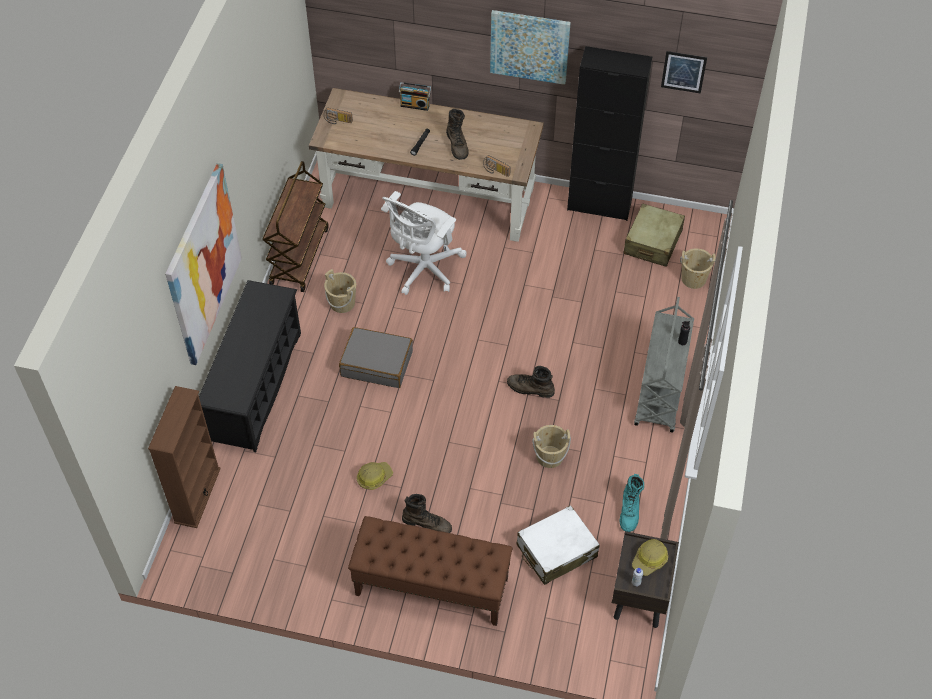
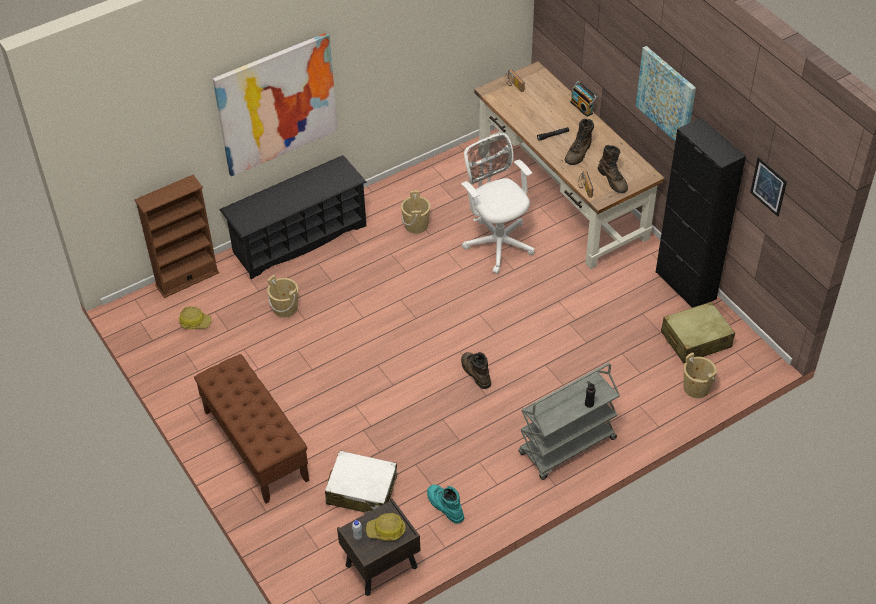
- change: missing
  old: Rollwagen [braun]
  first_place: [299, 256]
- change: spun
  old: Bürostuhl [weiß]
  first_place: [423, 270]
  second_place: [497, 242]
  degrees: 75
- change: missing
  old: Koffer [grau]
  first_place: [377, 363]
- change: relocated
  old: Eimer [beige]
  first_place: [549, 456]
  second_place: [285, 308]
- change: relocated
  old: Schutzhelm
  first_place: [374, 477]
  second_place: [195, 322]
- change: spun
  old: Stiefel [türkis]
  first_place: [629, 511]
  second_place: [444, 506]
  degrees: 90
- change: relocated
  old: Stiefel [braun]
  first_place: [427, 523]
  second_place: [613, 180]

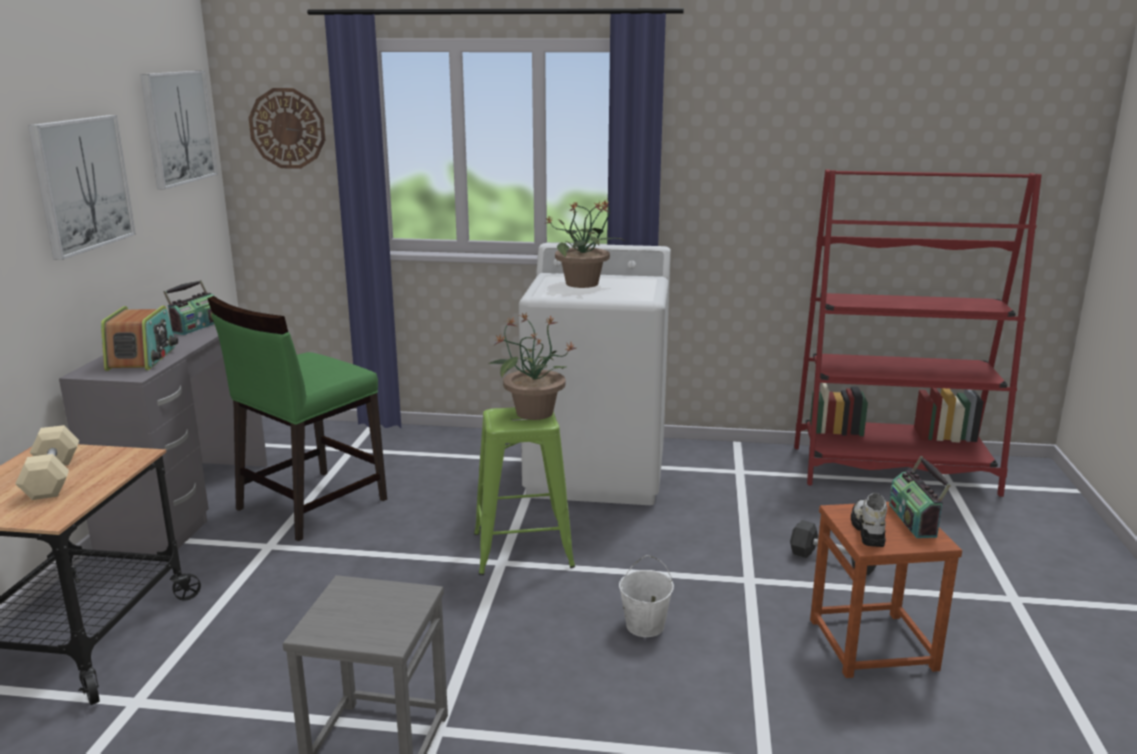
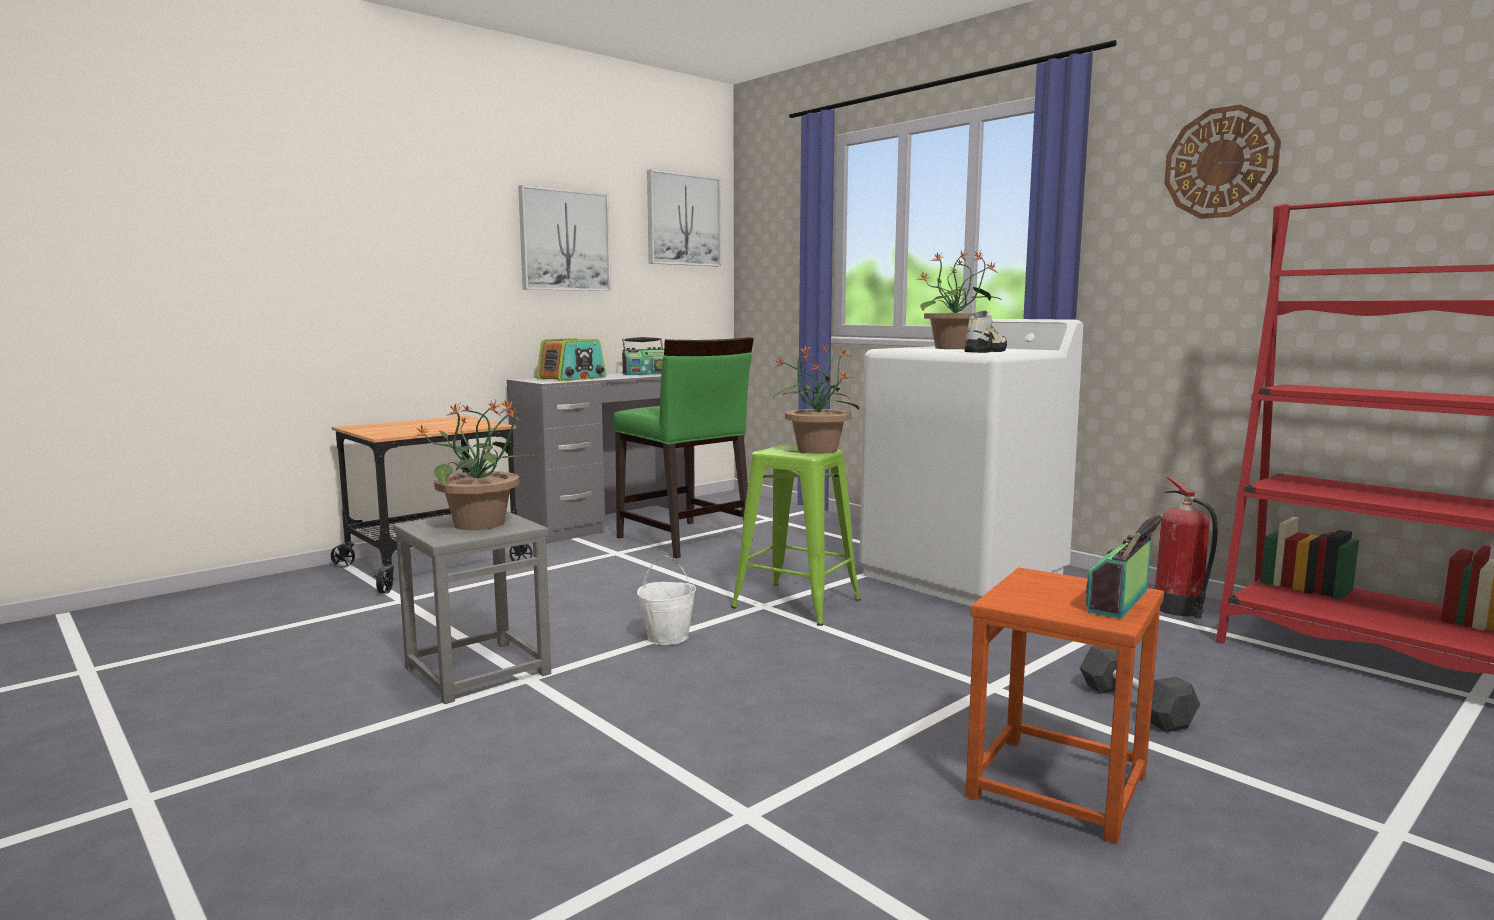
- change: relocated
  old: Wanduhr
  first_place: [287, 128]
  second_place: [1220, 163]
- change: spun
  old: Stuhl [grün]
  first_place: [310, 504]
  second_place: [684, 539]
  degrees: -120
- change: missing
  old: Hantel [beige]
  first_place: [52, 478]
- change: relocated
  old: Schuh
  first_place: [867, 530]
  second_place: [985, 351]
- change: relocated
  old: Eimer [weiß]
  first_place: [644, 625]
  second_place: [668, 637]
- change: appeared
  new: Topfpflanze
  second_place: [481, 524]
- change: appeared
  new: Feuerlöscher
  second_place: [1180, 609]

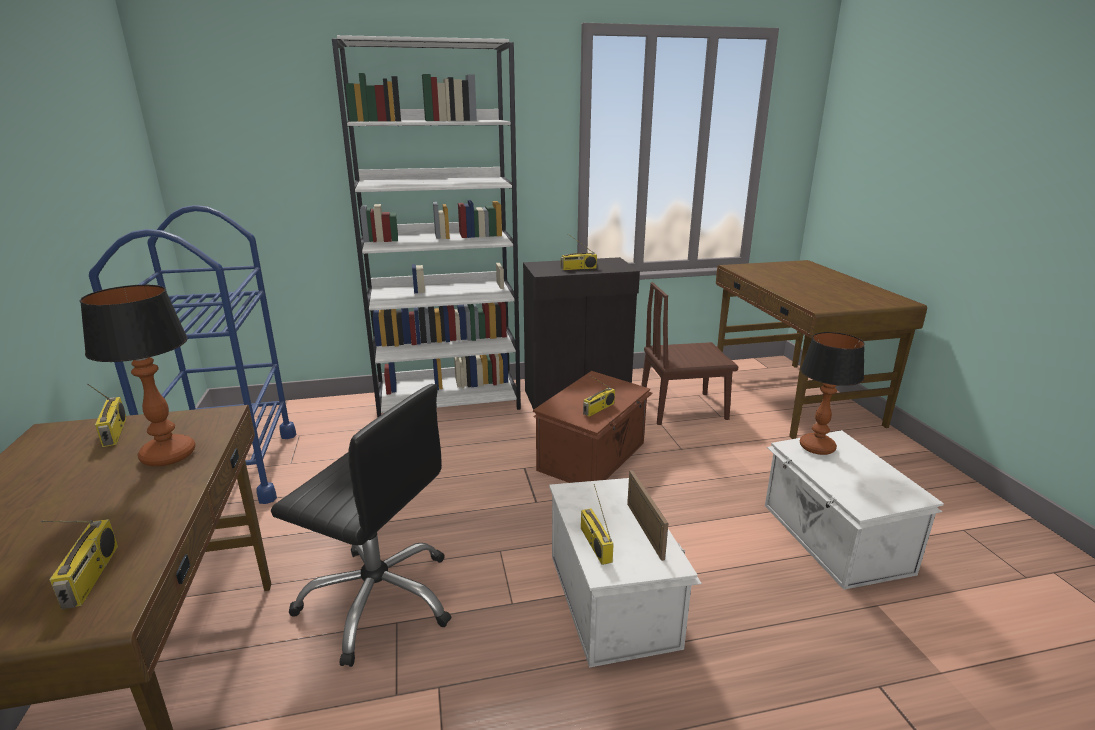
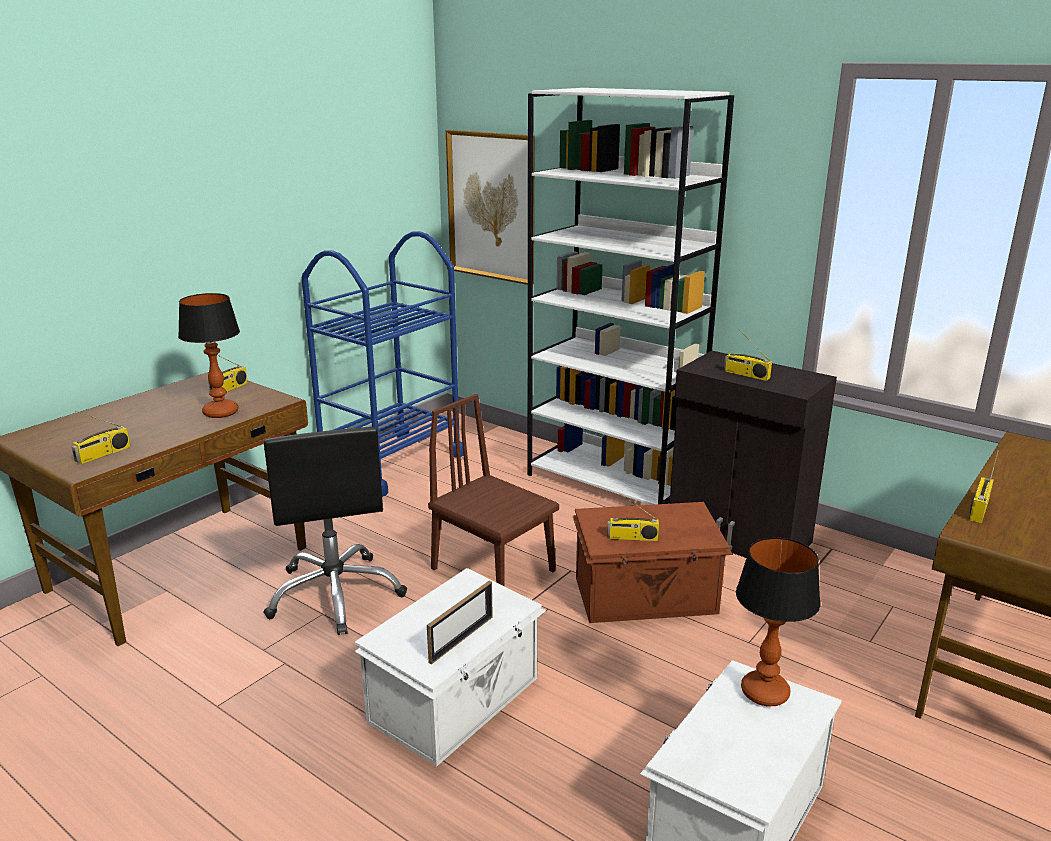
- change: relocated
  old: Stuhl [braun]
  first_place: [683, 408]
  second_place: [493, 570]
- change: relocated
  old: Radio
  first_place: [594, 544]
  second_place: [978, 509]
- change: appeared
  new: Bild
  second_place: [491, 206]

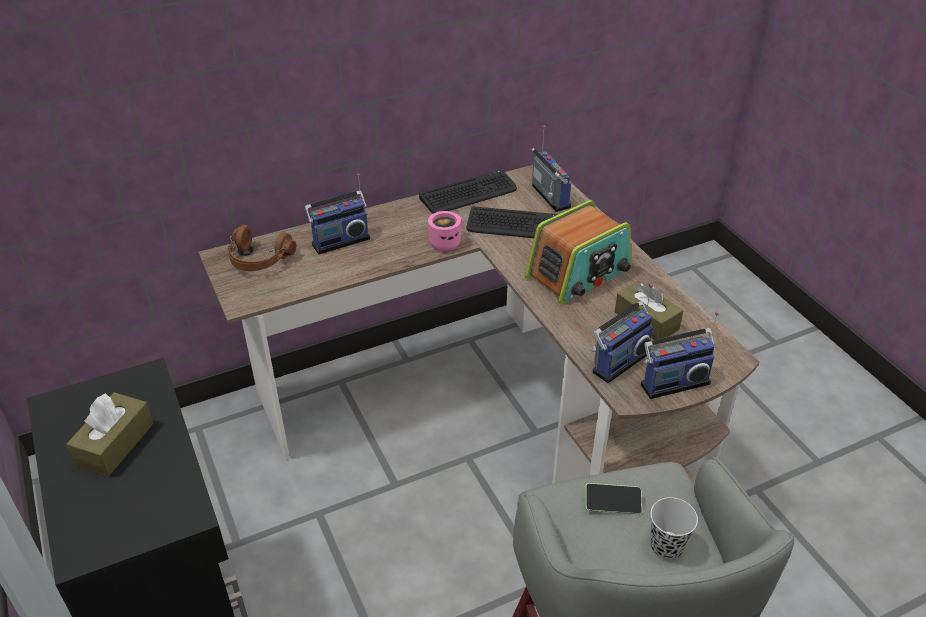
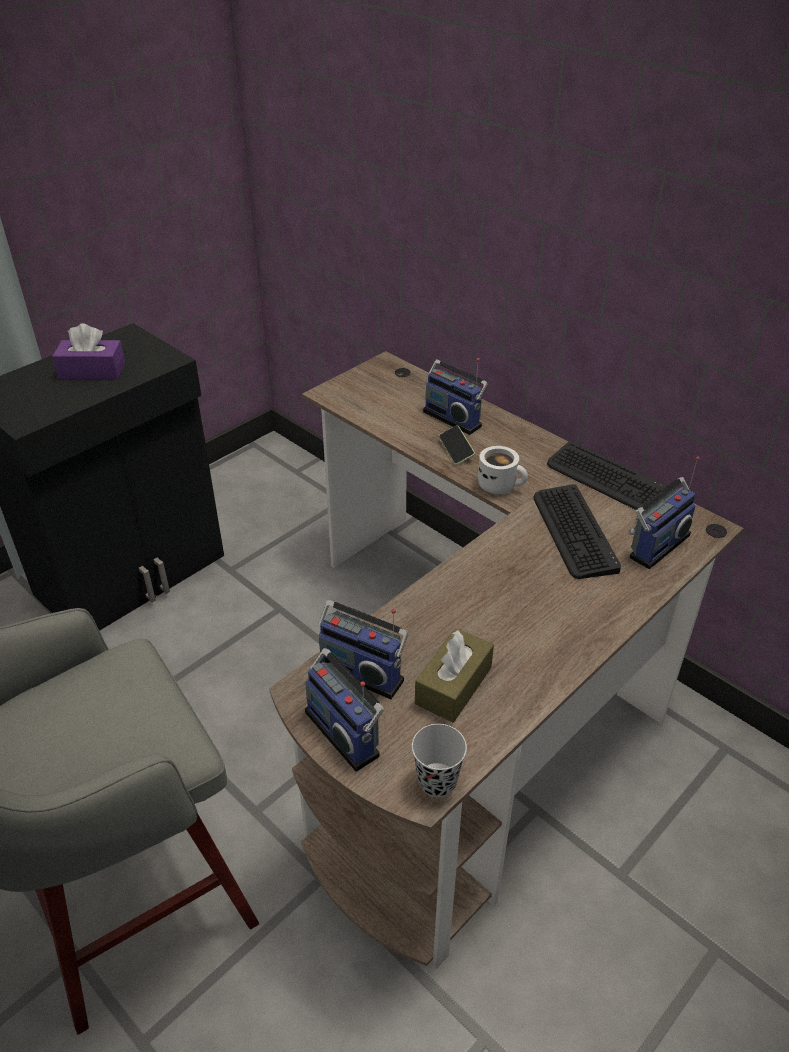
- change: missing
  old: Radio
  first_place: [579, 273]
- change: colour
  old: Henkelbecher [rosa]
  new: Henkelbecher [weiß]
  first_place: [446, 242]
  second_place: [500, 485]
- change: missing
  old: Kopfhörer [braun]
  first_place: [258, 260]
- change: colour
  old: Taschentuchbox [braun]
  new: Taschentuchbox [lila]
  first_place: [115, 444]
  second_place: [92, 371]
- change: relocated
  old: Handy
  first_place: [612, 504]
  second_place: [456, 450]
- change: relocated
  old: Tasse [schwarz]
  first_place: [666, 546]
  second_place: [437, 781]

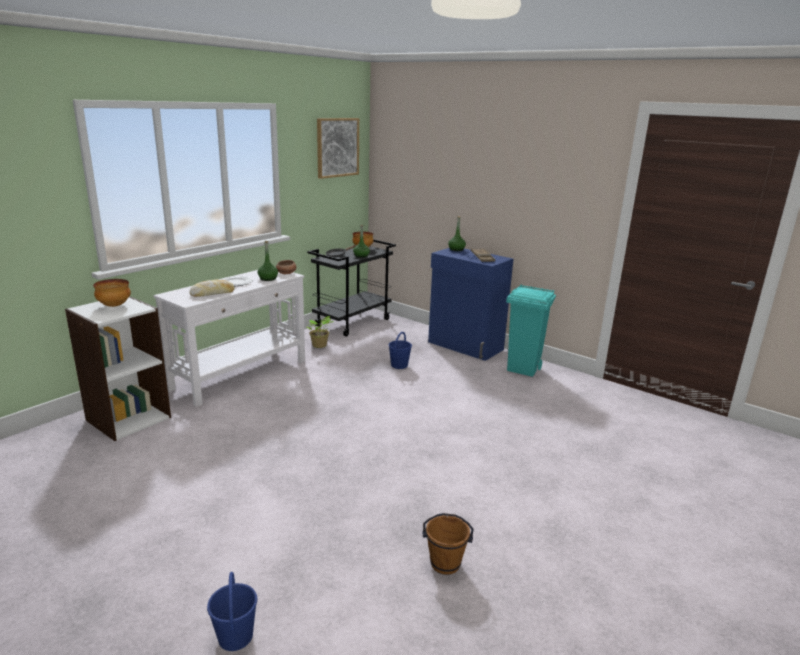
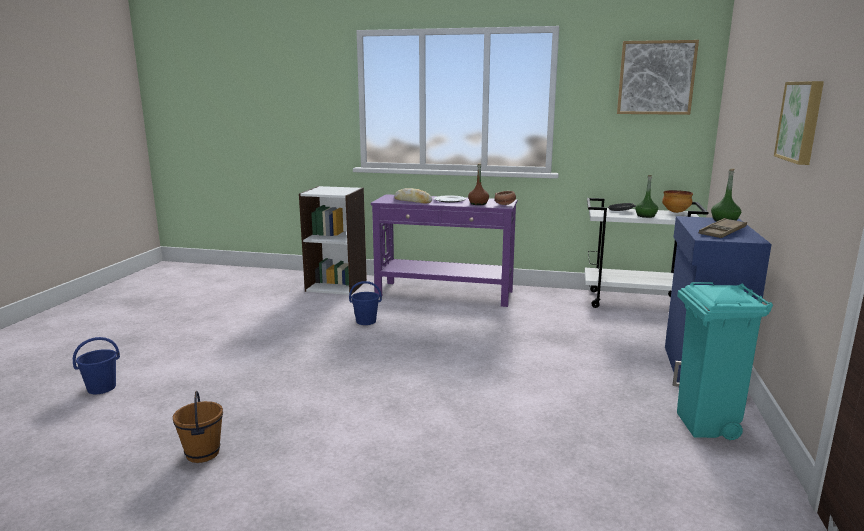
- change: colour
  old: Rollwagen [schwarz]
  new: Rollwagen [weiß]
  first_place: [353, 322]
  second_place: [635, 302]
- change: colour
  old: Flasche [grün]
  new: Flasche [braun]
  first_place: [268, 279]
  second_place: [478, 204]
- change: colour
  old: Konsolentisch [weiß]
  new: Konsolentisch [lila]
  first_place: [241, 375]
  second_place: [445, 294]
- change: missing
  old: Schüssel
  first_place: [114, 306]
- change: missing
  old: Topfpflanze
  first_place: [319, 346]
- change: relocated
  old: Eimer [blau]
  first_place: [399, 365]
  second_place: [366, 321]
- change: appeared
  new: Bild
  second_place: [802, 121]

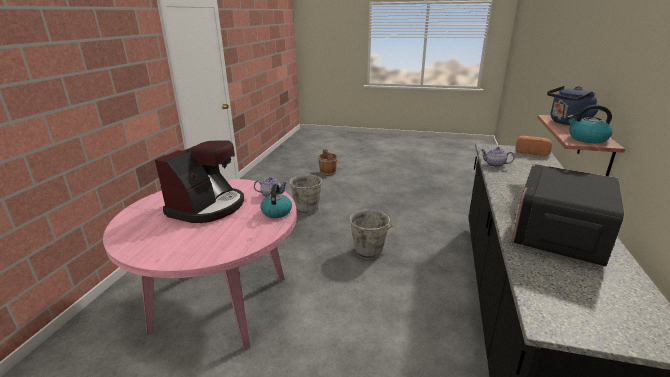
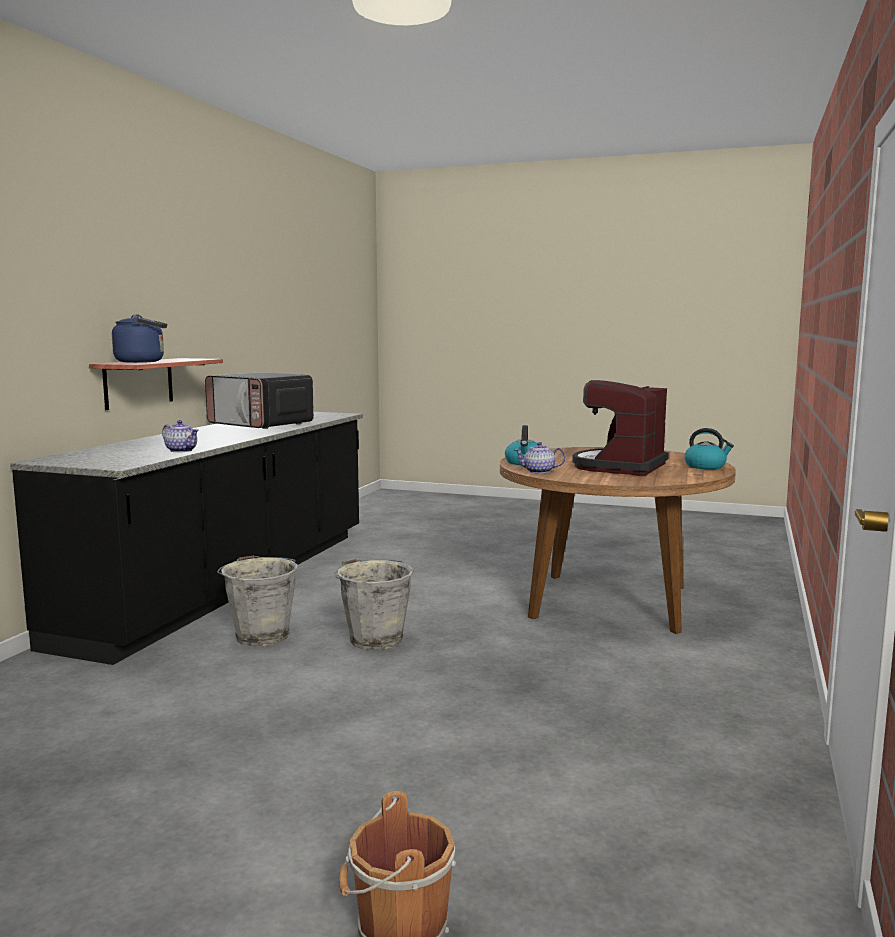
- change: relocated
  old: Wasserkessel
  first_place: [586, 139]
  second_place: [706, 466]
- change: missing
  old: Brot
  first_place: [531, 152]
- change: spun
  old: Mikrowelle
  first_place: [557, 235]
  second_place: [261, 424]
  degrees: 90
- change: relocated
  old: Eimer [grau]
  first_place: [307, 209]
  second_place: [261, 636]
- change: colour
  old: Esstisch [rosa]
  new: Esstisch [braun]
  first_place: [221, 303]
  second_place: [609, 602]

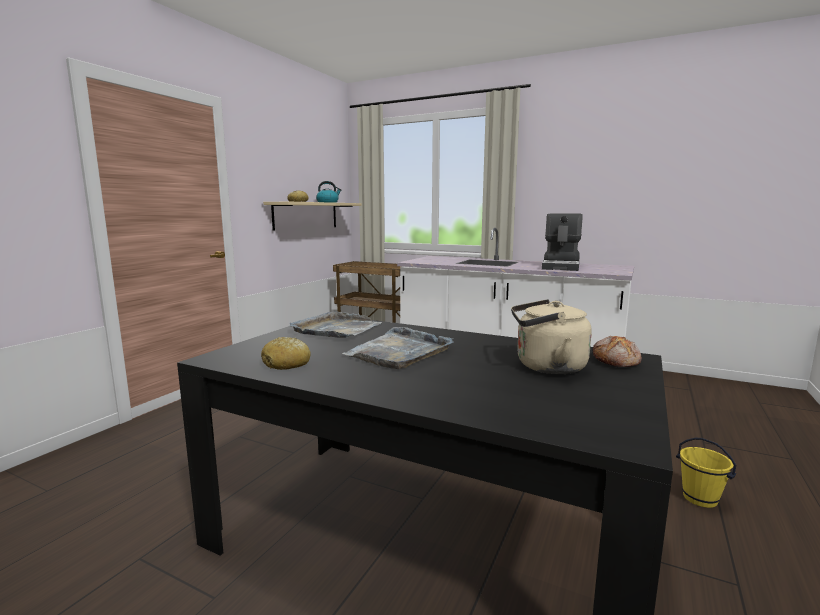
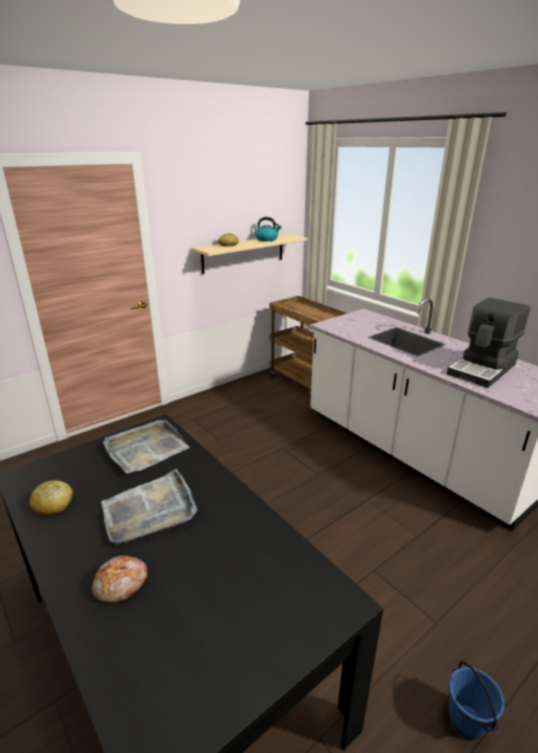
- change: missing
  old: Wasserkessel [beige]
  first_place: [546, 367]
- change: relocated
  old: Brot
  first_place: [616, 361]
  second_place: [121, 584]
- change: colour
  old: Eimer [gelb]
  new: Eimer [blau]
  first_place: [700, 498]
  second_place: [466, 721]

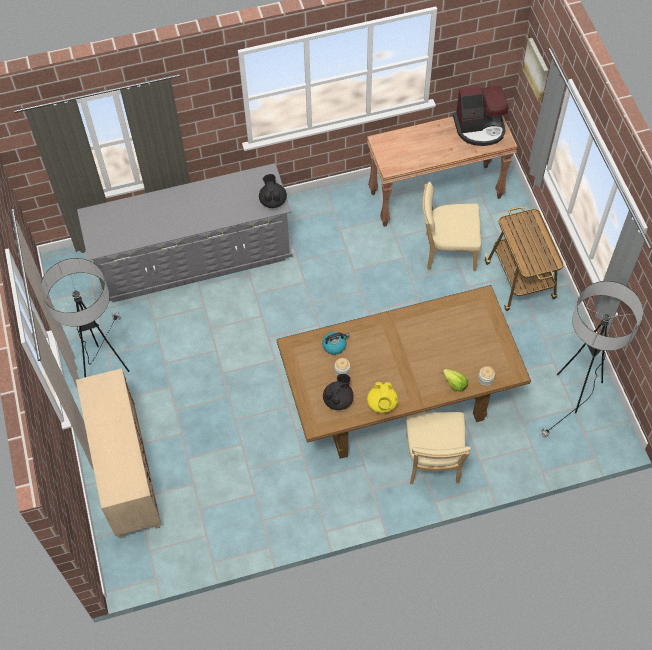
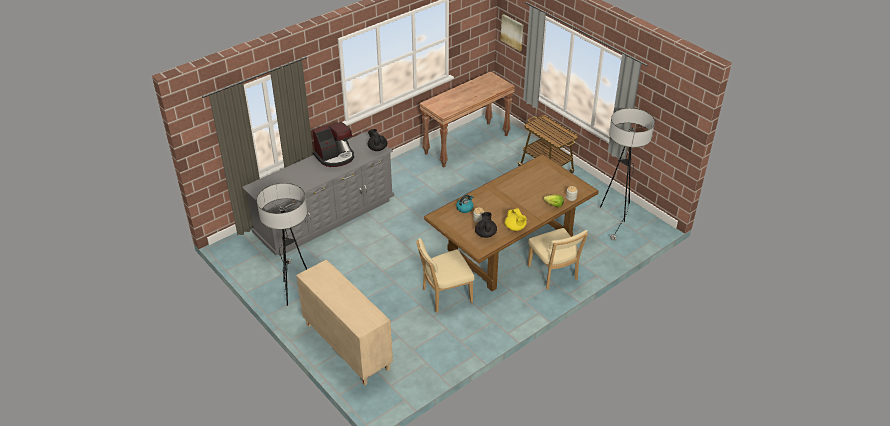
- change: relocated
  old: Kaffeemaschine
  first_place: [480, 128]
  second_place: [335, 157]
- change: relocated
  old: Stuhl [beige]
  first_place: [447, 251]
  second_place: [444, 296]

